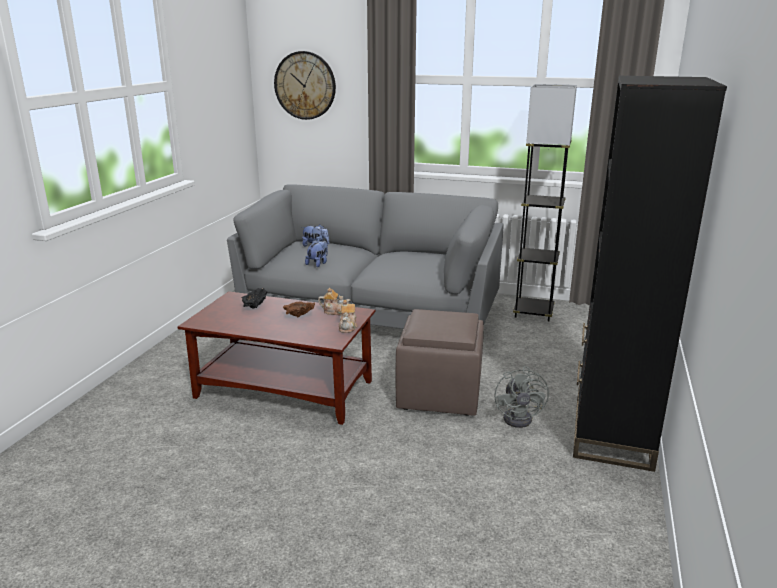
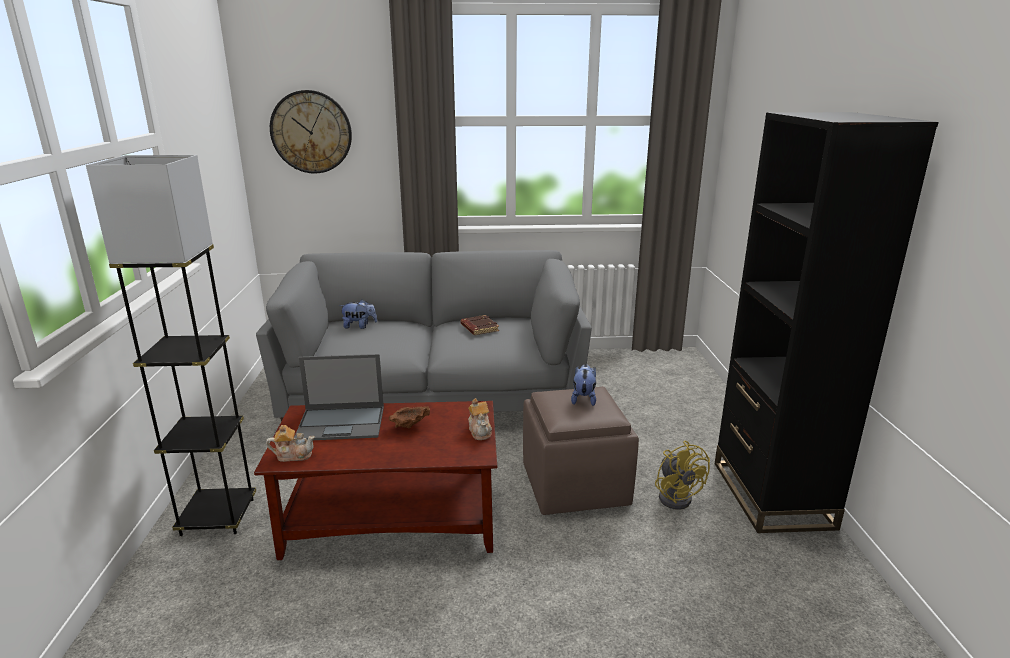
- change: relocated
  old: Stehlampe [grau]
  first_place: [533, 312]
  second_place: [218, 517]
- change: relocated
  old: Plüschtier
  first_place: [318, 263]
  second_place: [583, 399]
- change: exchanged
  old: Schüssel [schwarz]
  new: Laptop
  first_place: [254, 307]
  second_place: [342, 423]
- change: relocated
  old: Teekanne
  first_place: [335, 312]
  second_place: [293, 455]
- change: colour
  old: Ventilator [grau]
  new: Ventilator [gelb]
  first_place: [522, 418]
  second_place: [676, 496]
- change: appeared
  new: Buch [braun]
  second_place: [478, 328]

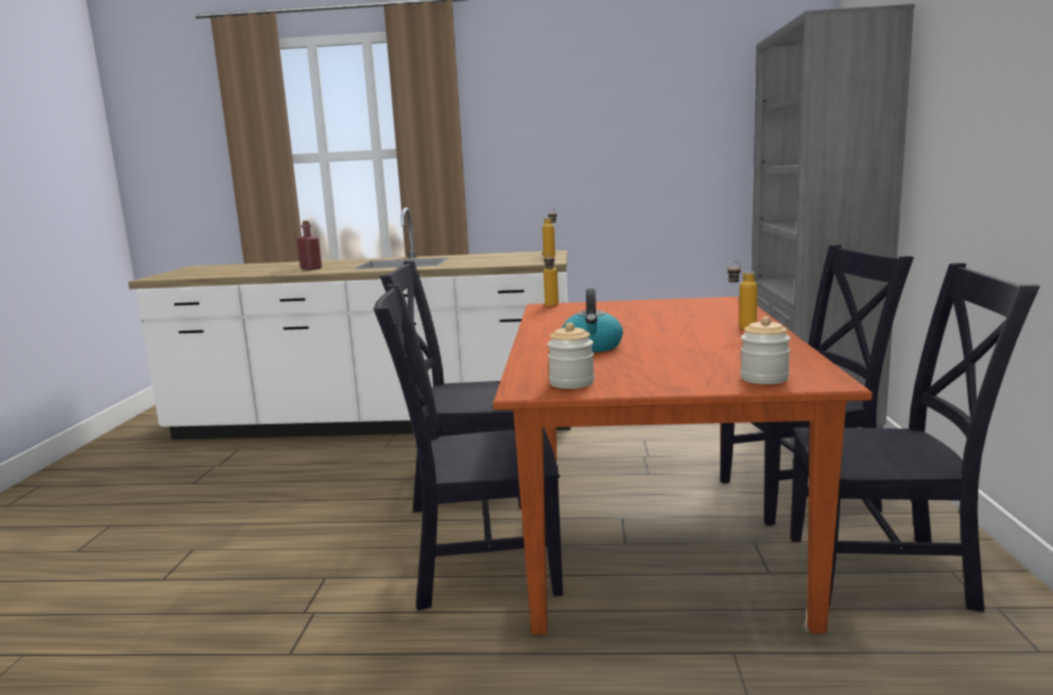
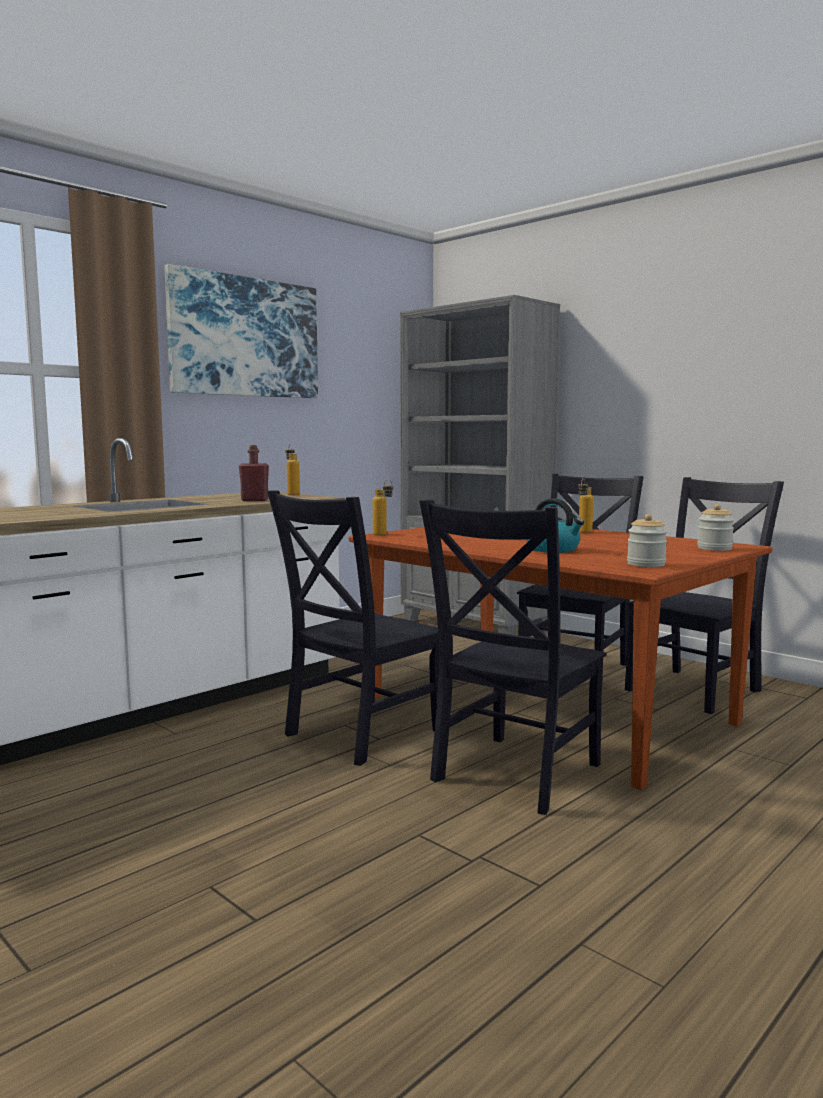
- change: relocated
  old: Flasche [rot]
  first_place: [311, 268]
  second_place: [254, 500]
- change: appeared
  new: Bild
  second_place: [245, 337]

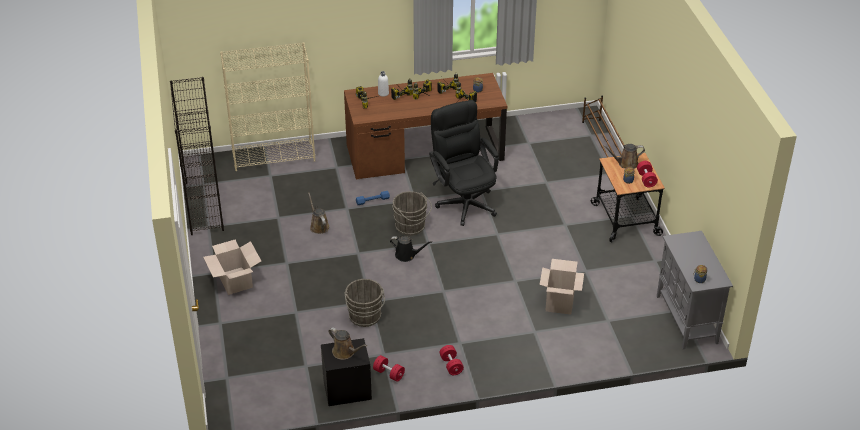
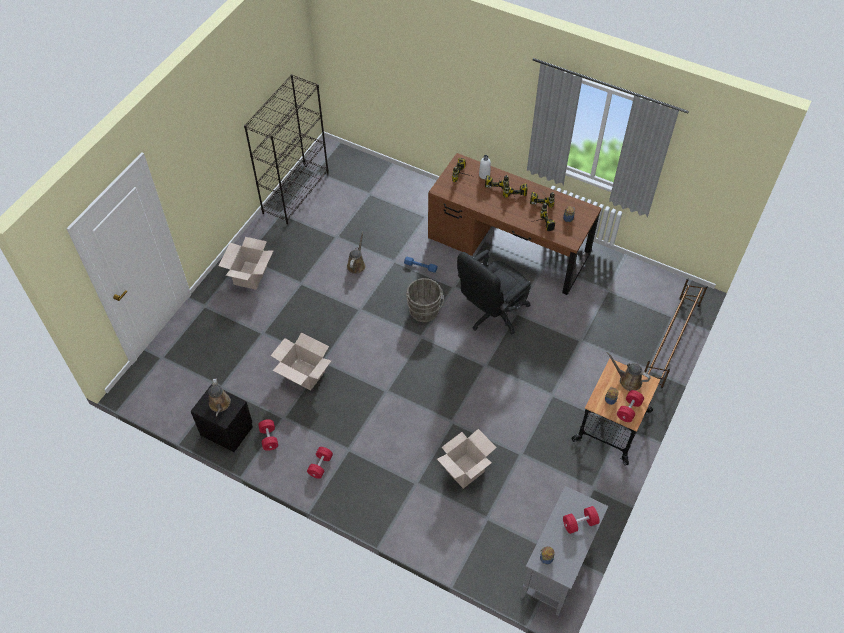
- change: missing
  old: Bücherregal [beige]
  first_place: [274, 156]
- change: spun
  old: Bürostuhl [schwarz]
  first_place: [464, 201]
  second_place: [491, 314]
  degrees: -150
- change: missing
  old: Gießkanne [schwarz]
  first_place: [407, 255]
- change: exchanged
  old: Eimer [grau]
  new: Karton
  first_place: [365, 317]
  second_place: [304, 374]
- change: appeared
  new: Hantel [rot]
  second_place: [579, 523]

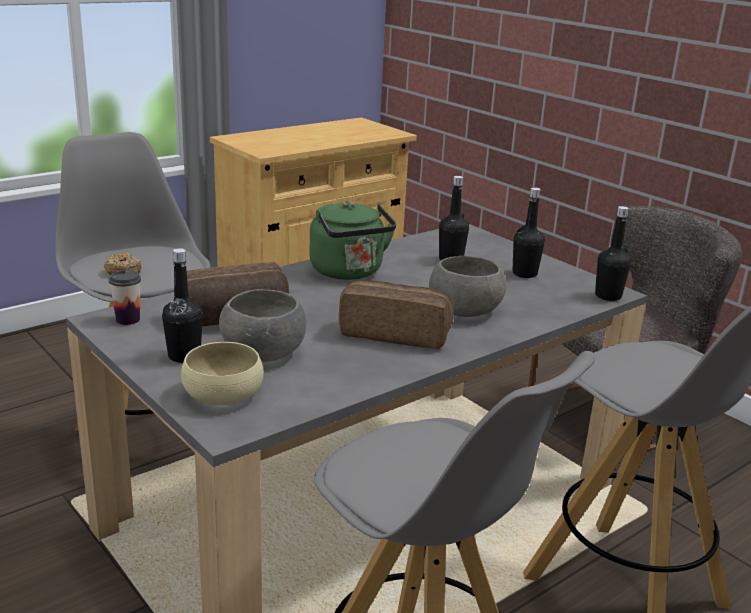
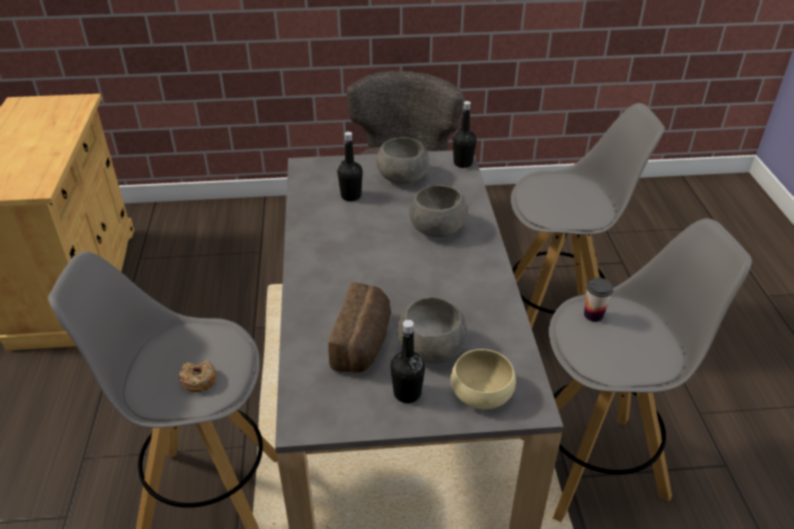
- change: exchanged
  old: Flasche [schwarz]
  new: Schüssel [grau]
  first_place: [524, 273]
  second_place: [402, 177]
- change: missing
  old: Wasserkessel [grün]
  first_place: [349, 272]
- change: relocated
  old: Tasse
  first_place: [128, 319]
  second_place: [593, 315]
- change: missing
  old: Brot
  first_place: [395, 333]

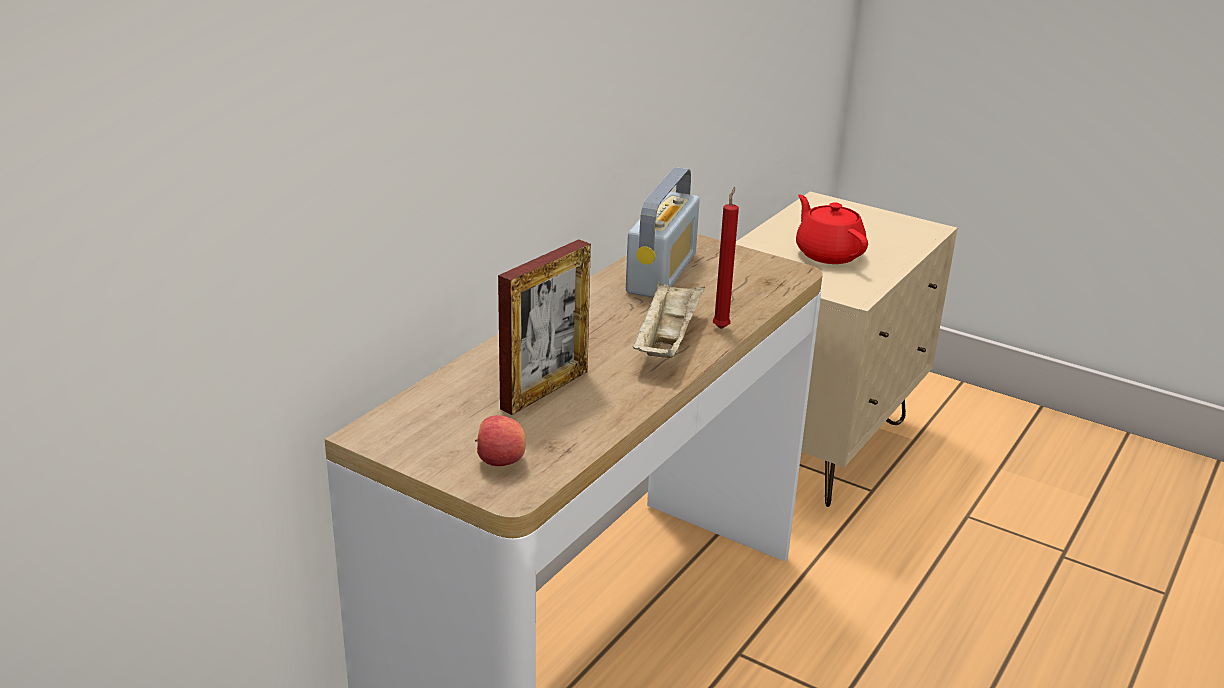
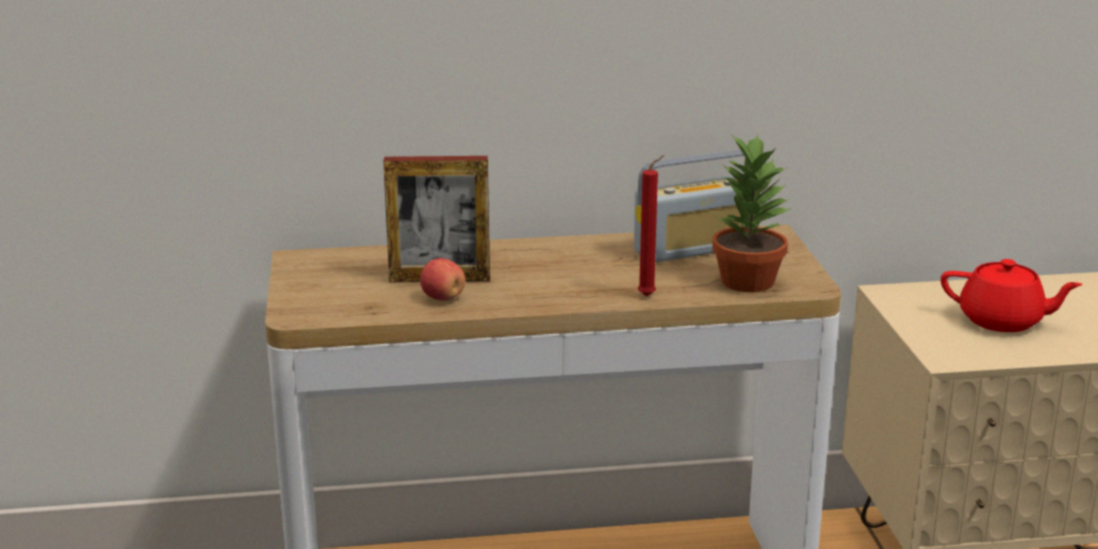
- change: spun
  old: Teekanne [rot]
  first_place: [828, 254]
  second_place: [1002, 321]
  degrees: 90
- change: missing
  old: Tablett [beige]
  first_place: [666, 341]
- change: relocated
  old: Apfel
  first_place: [500, 461]
  second_place: [443, 298]
- change: appeared
  new: Topfpflanze
  second_place: [746, 281]

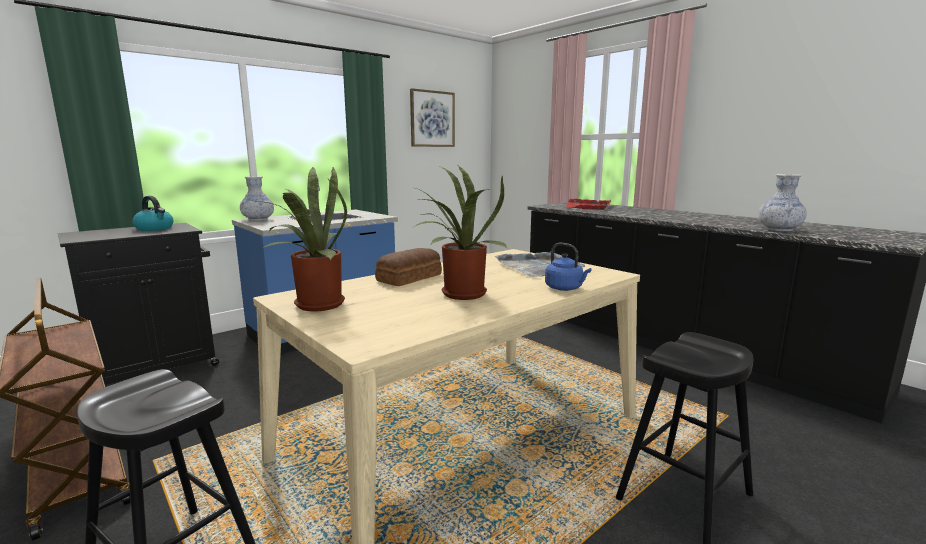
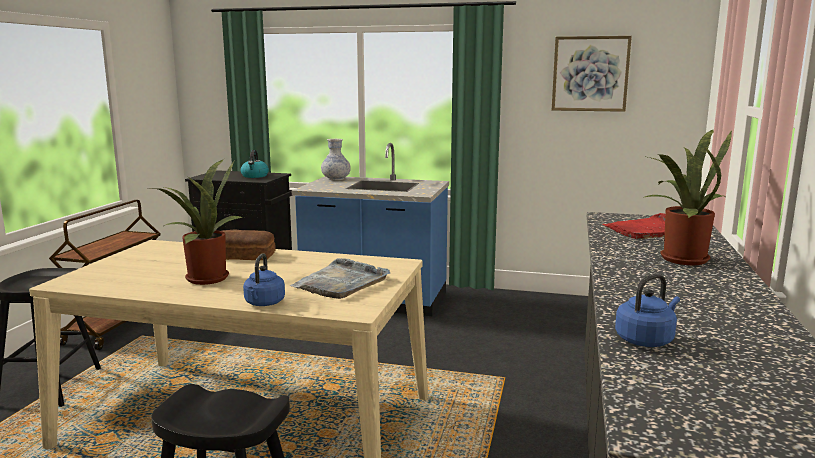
- change: relocated
  old: Topfpflanze
  first_place: [314, 305]
  second_place: [679, 258]
- change: exchanged
  old: Vase
  new: Wasserkessel [blau]
  first_place: [779, 229]
  second_place: [646, 340]

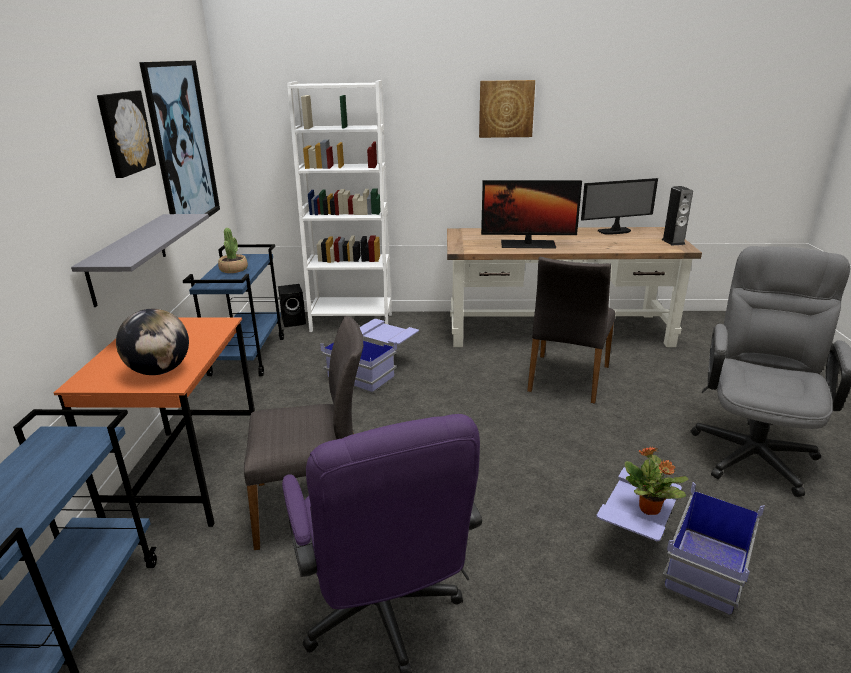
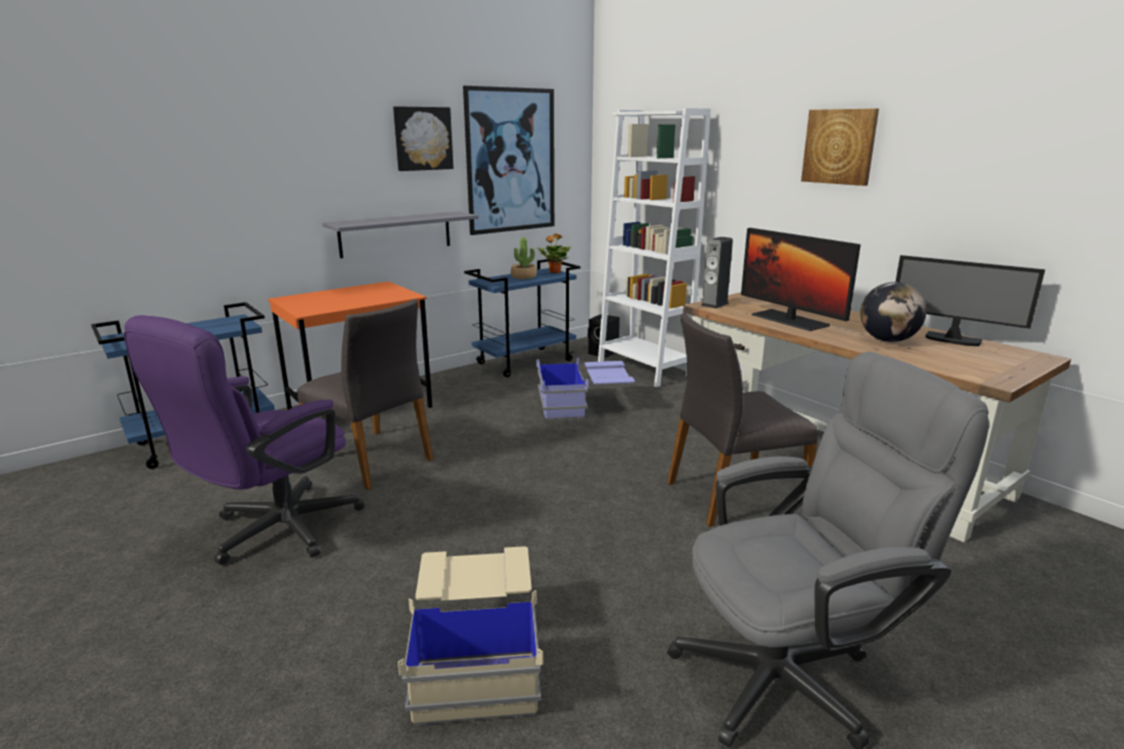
- change: relocated
  old: Lautsprecher
  first_place: [673, 242]
  second_place: [714, 304]
- change: relocated
  old: Globus
  first_place: [160, 371]
  second_place: [887, 340]
- change: relocated
  old: Topfpflanze
  first_place: [649, 509]
  second_place: [554, 272]
- change: colour
  old: Aufbewahrungsbox [blau]
  new: Aufbewahrungsbox [beige]
  first_place: [669, 556]
  second_place: [477, 656]

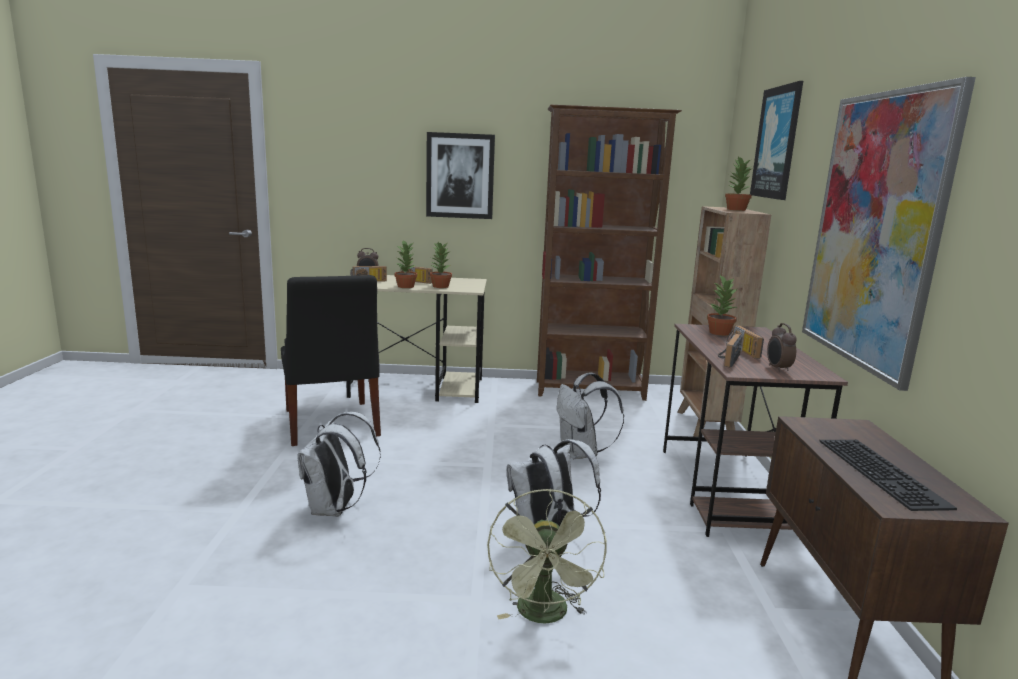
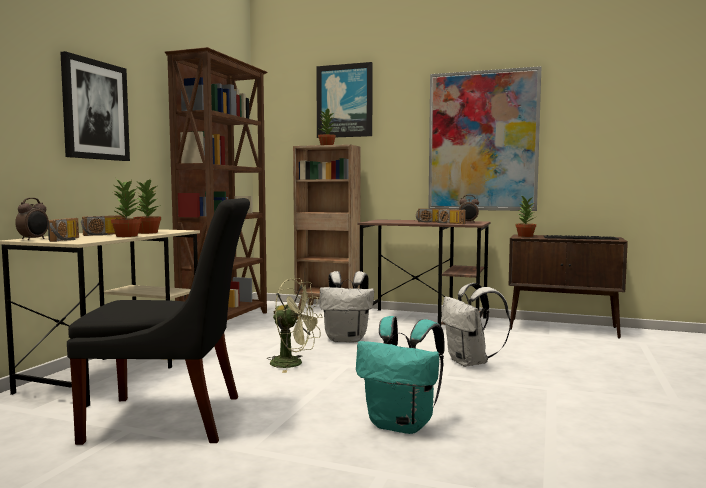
- change: relocated
  old: Topfpflanze
  first_place: [719, 332]
  second_place: [525, 236]
- change: colour
  old: Rucksack [weiß]
  new: Rucksack [türkis]
  first_place: [335, 509]
  second_place: [402, 425]
- change: relocated
  old: Ventilator [grün]
  first_place: [544, 616]
  second_place: [294, 364]

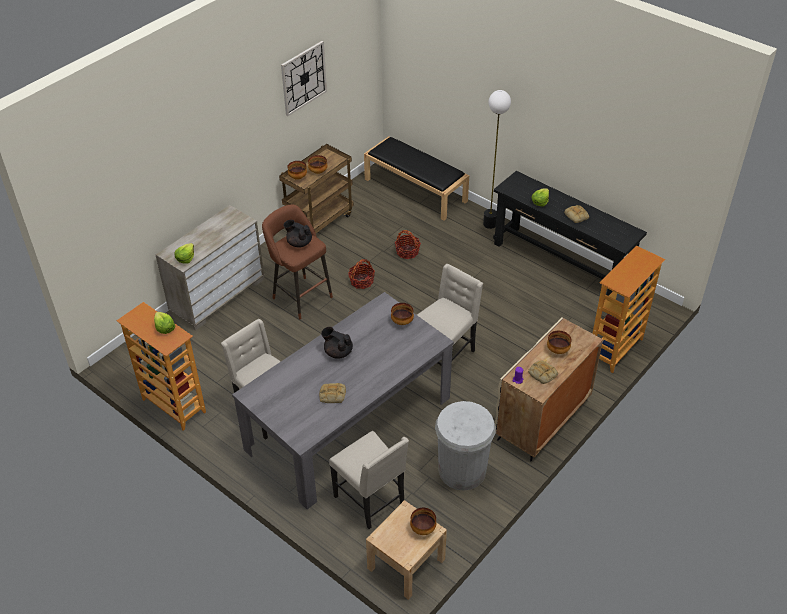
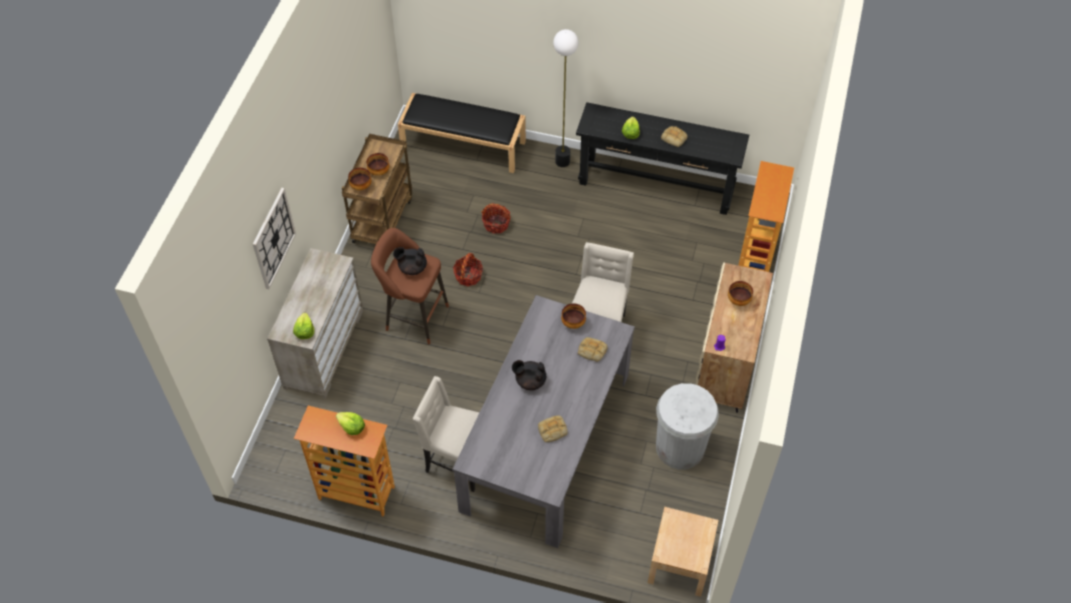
- change: relocated
  old: Wanduhr
  first_place: [303, 78]
  second_place: [273, 238]
- change: relocated
  old: Brot
  first_place: [542, 374]
  second_place: [591, 351]
- change: missing
  old: Stuhl [beige]
  first_place: [371, 500]
- change: missing
  old: Schüssel
  first_place: [423, 528]

